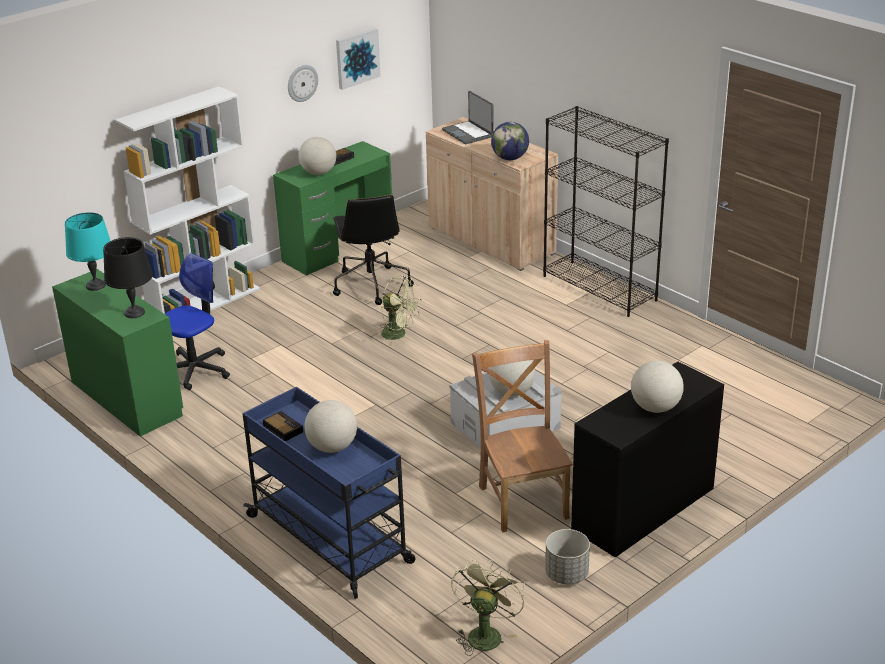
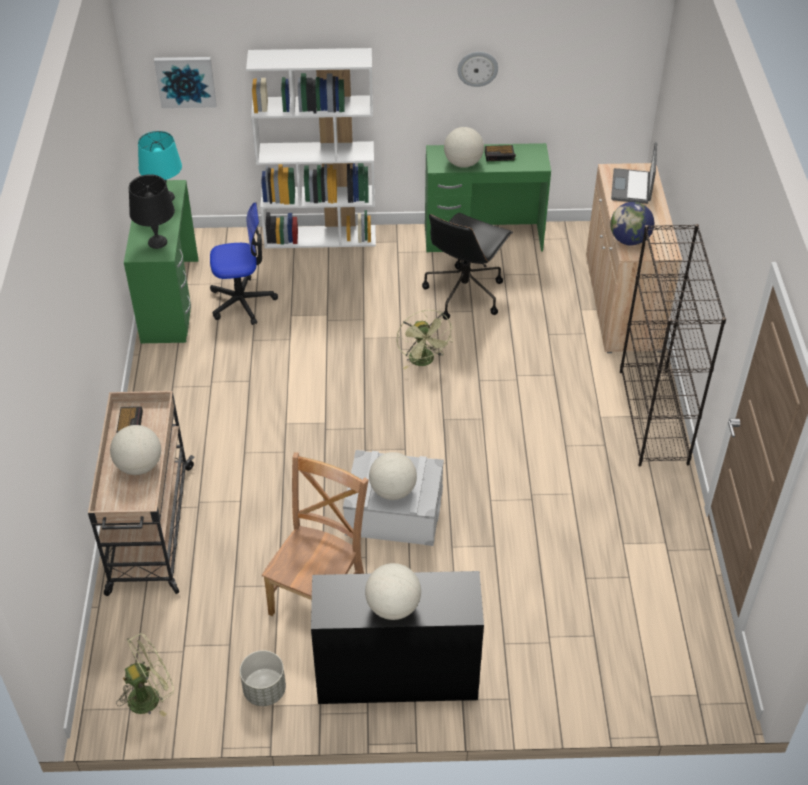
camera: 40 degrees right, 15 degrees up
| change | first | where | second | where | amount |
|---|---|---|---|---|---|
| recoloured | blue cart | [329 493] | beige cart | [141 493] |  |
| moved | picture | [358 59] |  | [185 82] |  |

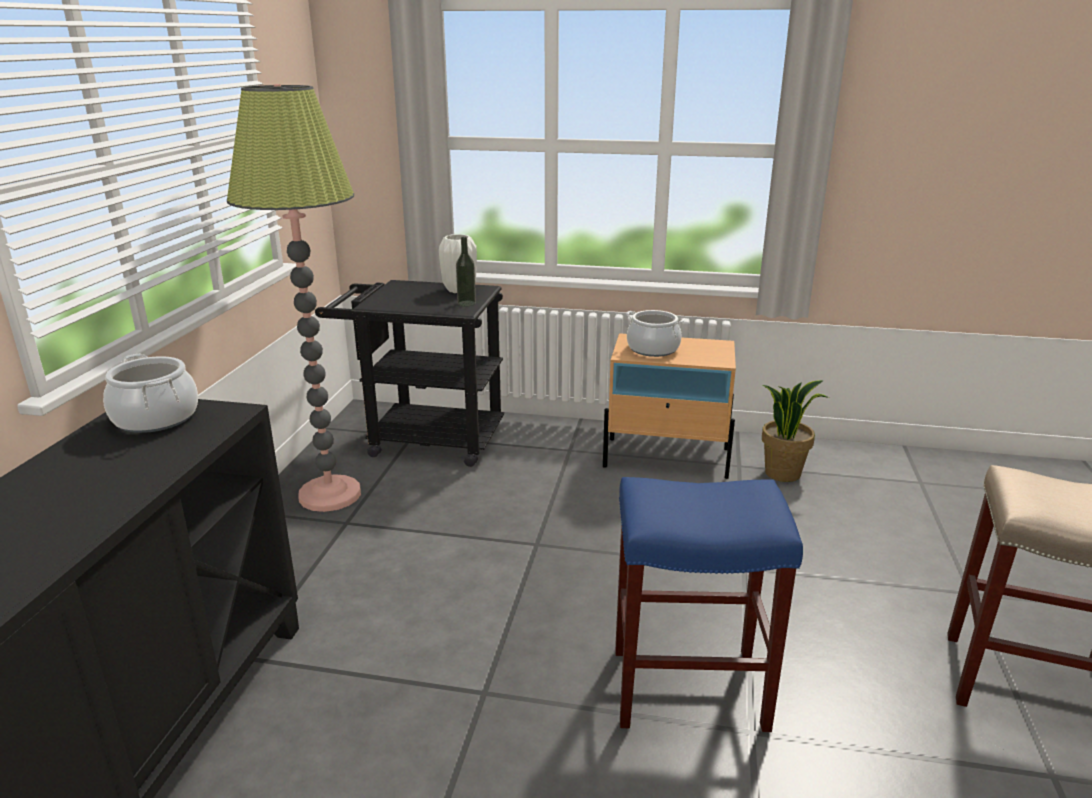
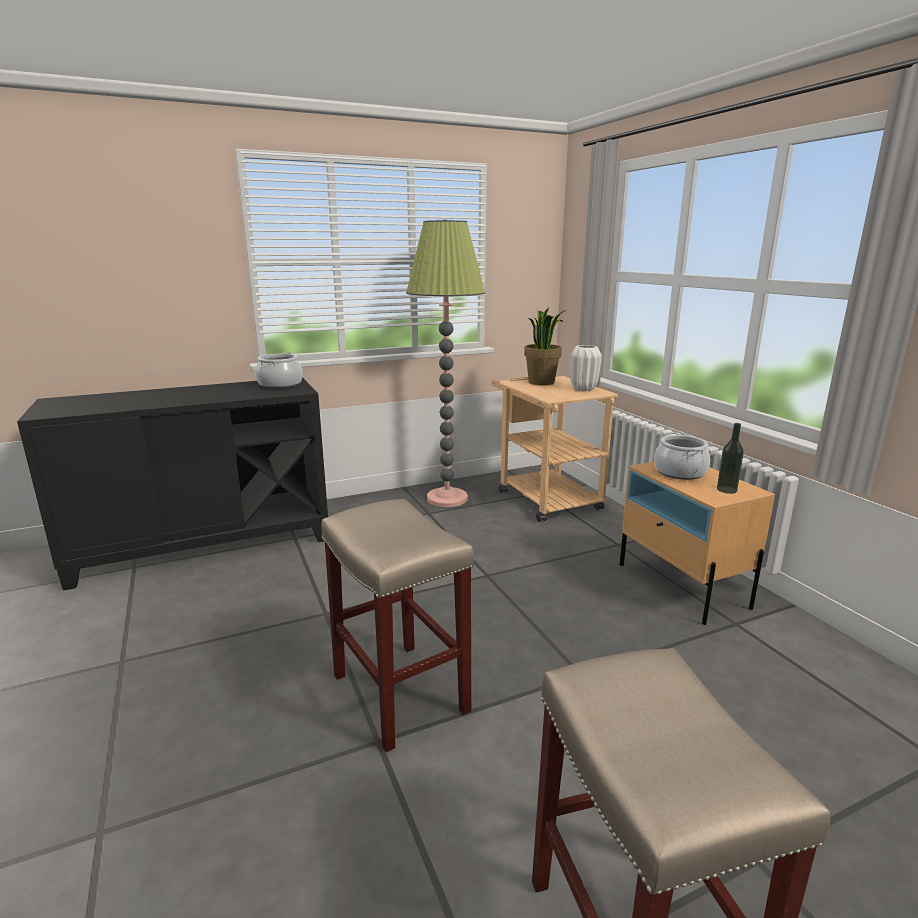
camera: 55 degrees right, 5 degrees down
| change | first | where | second | where | amount |
|---|---|---|---|---|---|
| recoloured | blue stool | [709 604] | beige stool | [397 625] |  |
| recoloured | black cart | [409 373] | beige cart | [554 449] |  |
| moved | potted plant | [795 431] |  | [545 346] |  |
| moved | bottle | [466 271] |  | [730 458] |  |

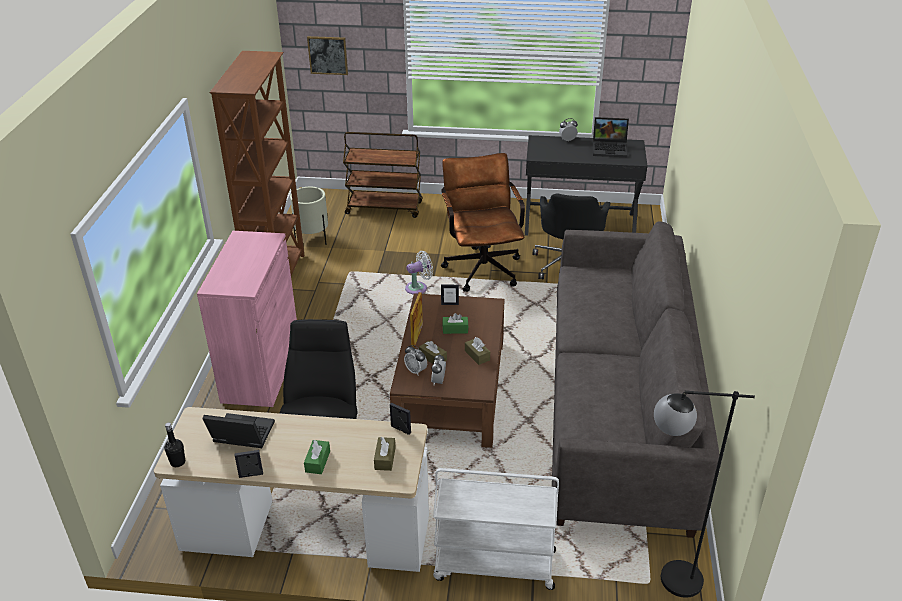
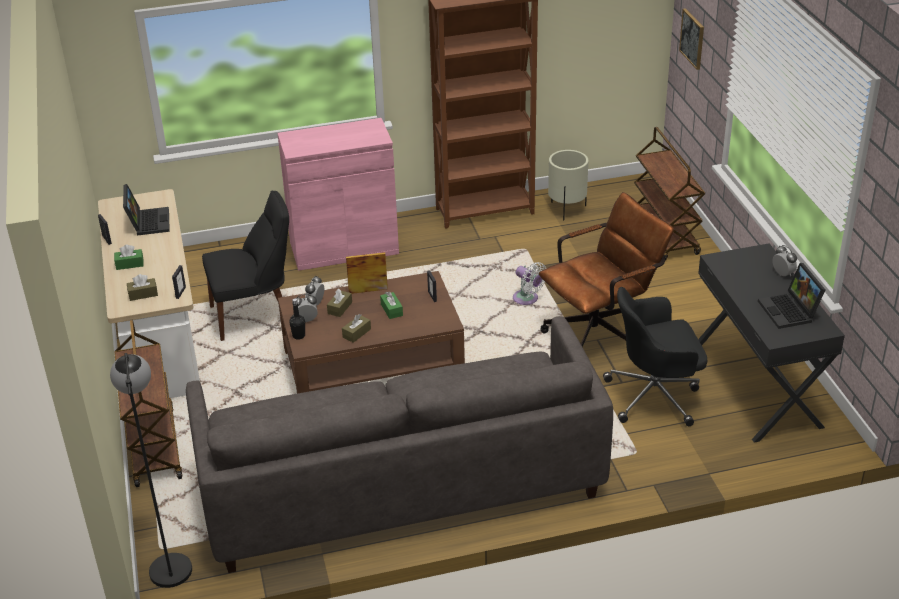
camera: 70 degrees right, 0 degrees up
| change | first | where | second | where | amount |
|---|---|---|---|---|---|
| recoloured | white cart | [496 529] | brown cart | [148 403] |  |
| moved | black bottle | [174 445] |  | [297 319] |  |

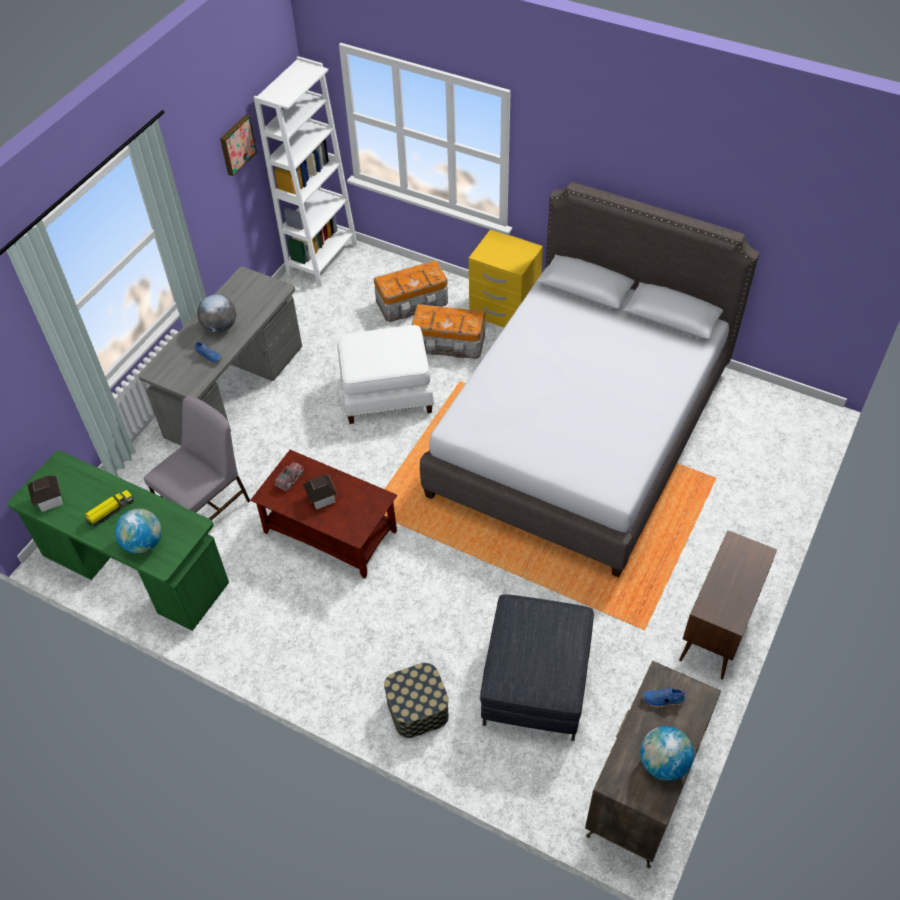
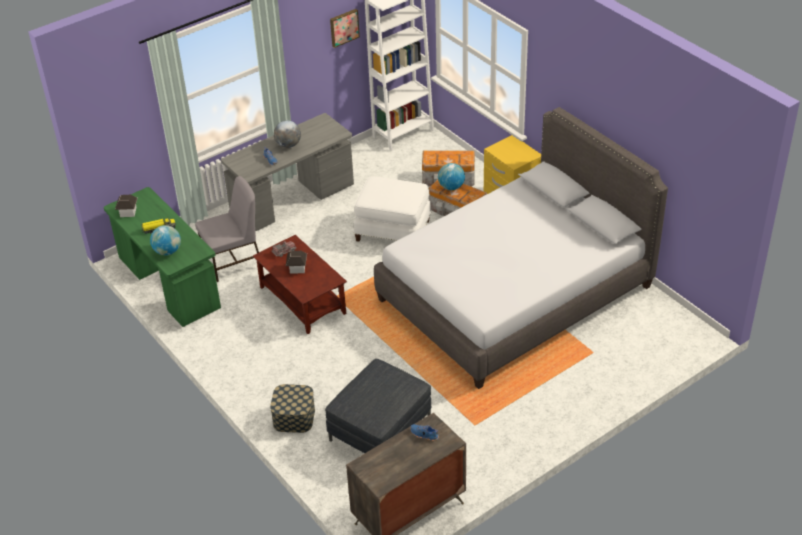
camera: 25 degrees right, 10 degrees down
| change | first | where | second | where | amount |
|---|---|---|---|---|---|
| moved | globe | [667 753] |  | [451 176] |  |
| removed | brown cabinet | [728 604] |  |  |  |

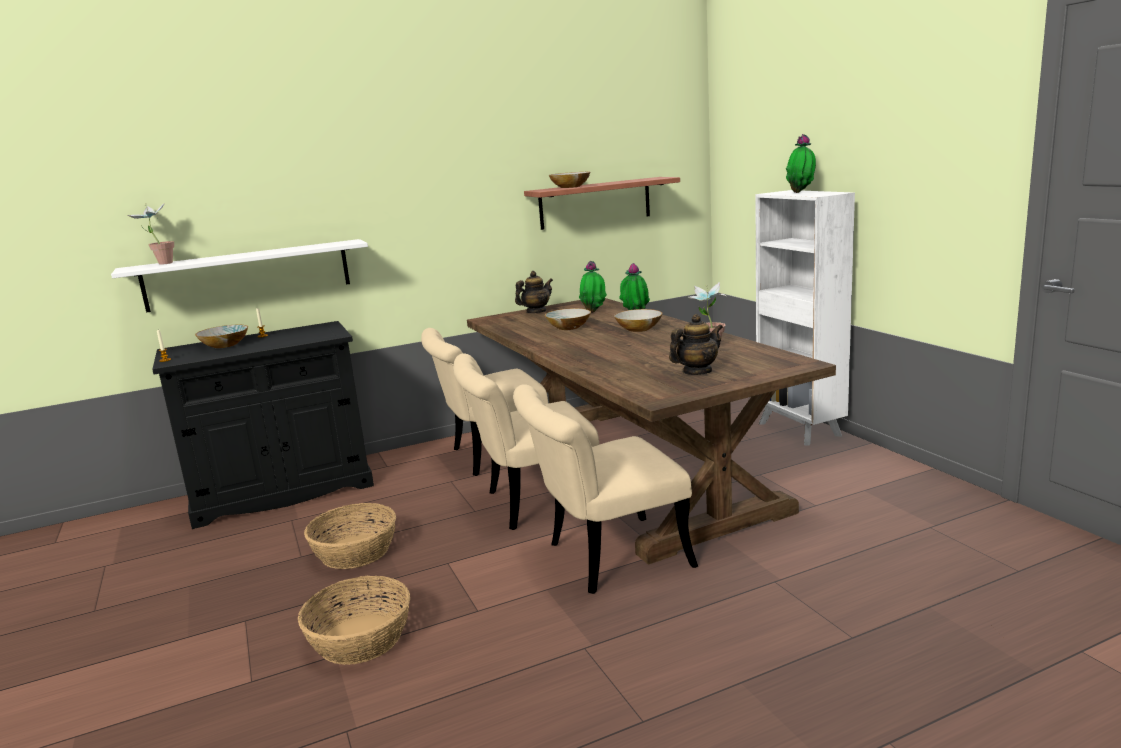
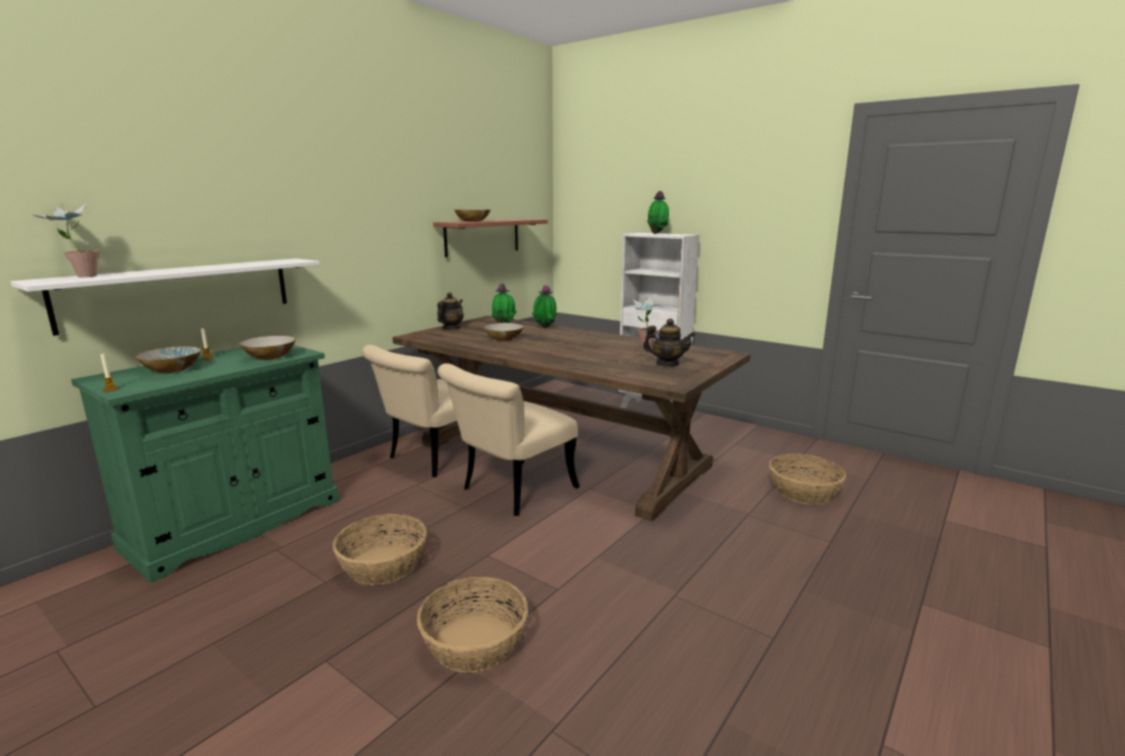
camera: 30 degrees left, 0 degrees up
| change | first | where | second | where | amount |
|---|---|---|---|---|---|
| recoloured | black cabinet | [263 425] | green cabinet | [205 464] |  |
| moved | bowl | [638 320] |  | [267 347] |  |
| turned | teapot | [696 344] |  | [669 342] | 75 degrees clockwise |
| added |  |  | basket | [807 479] |  |
| removed | beige chair | [605 489] |  |  |  |

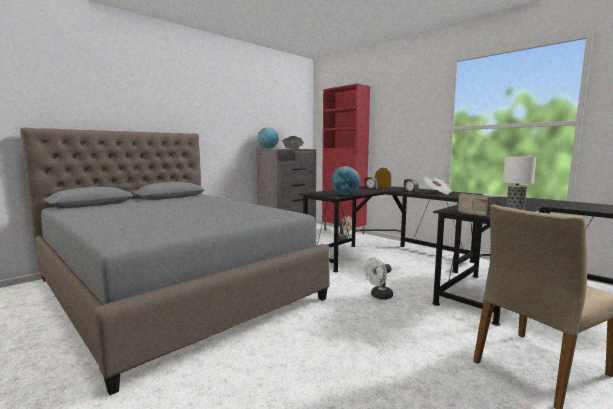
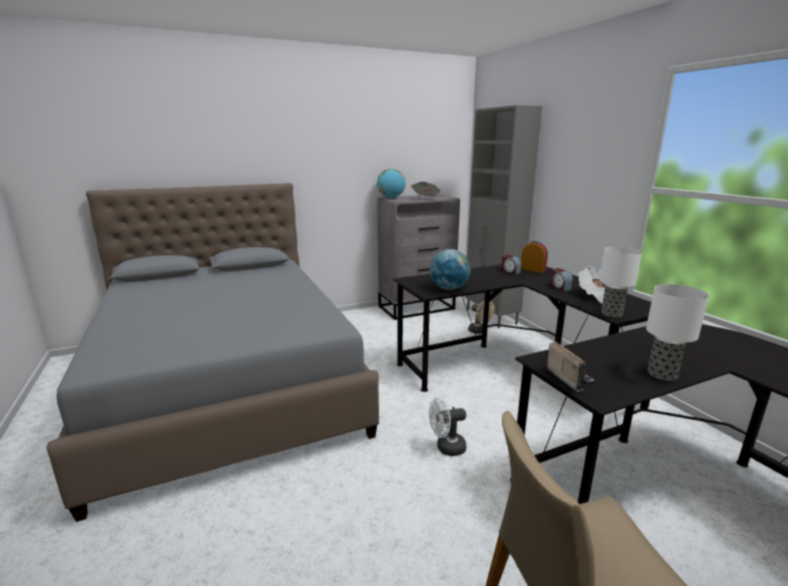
camera: 20 degrees right, 10 degrees up
| change | first | where | second | where | amount |
|---|---|---|---|---|---|
| recoloured | red cabinet | [346 159] | grey cabinet | [503 216] |  |
| added |  |  | table lamp | [620 281] |  |

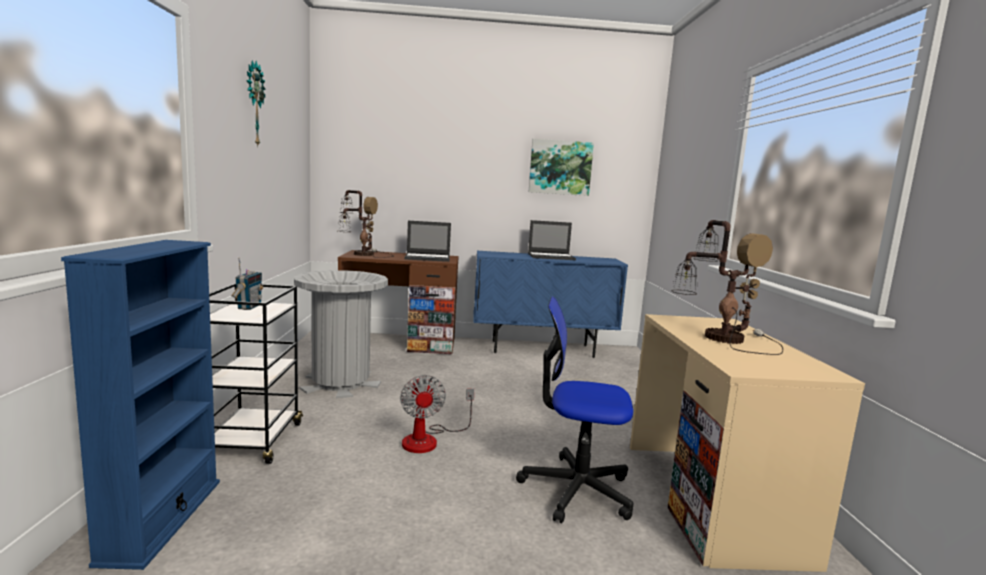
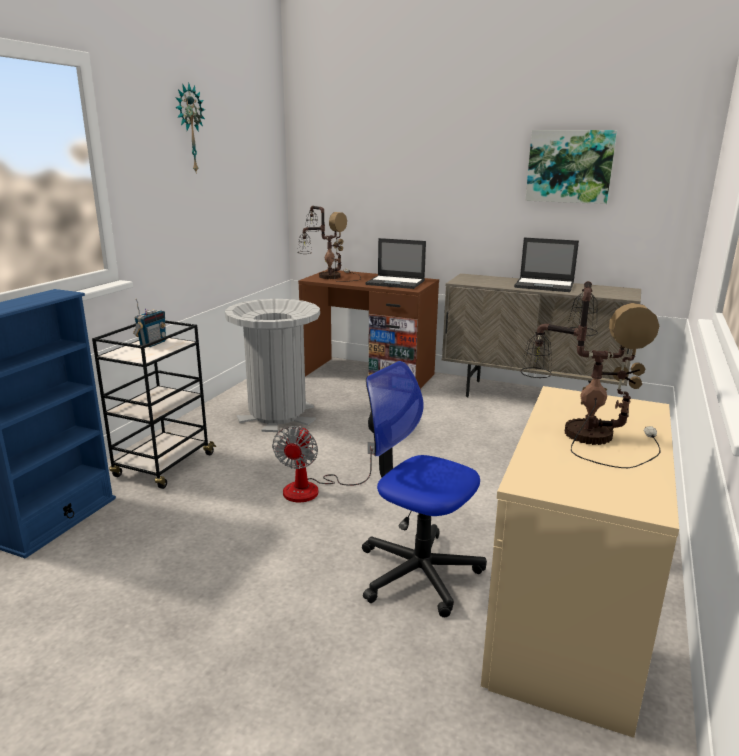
camera: 25 degrees right, 10 degrees up
| change | first | where | second | where | amount |
|---|---|---|---|---|---|
| recoloured | blue cabinet | [550 304] | beige cabinet | [541 335] |  |

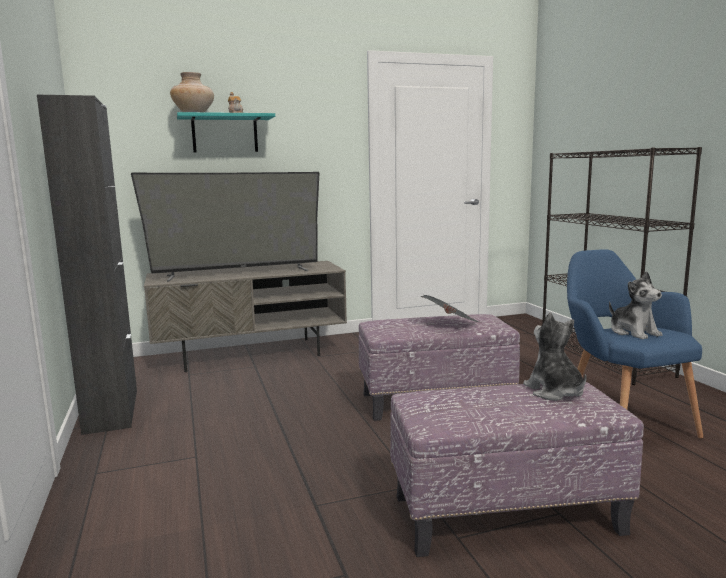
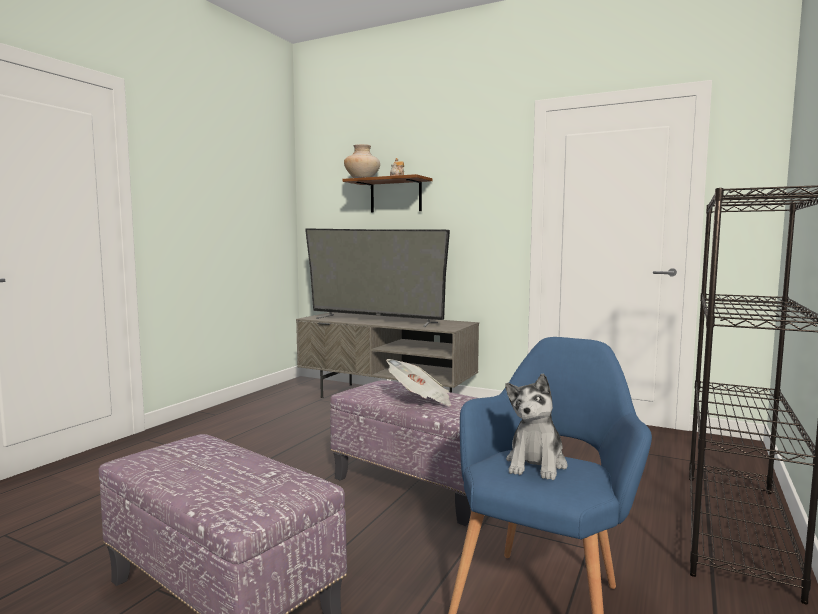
camera: 45 degrees right, 5 degrees down
| change | first | where | second | where | amount |
|---|---|---|---|---|---|
| recoloured | turquoise shelf | [226 132] | brown shelf | [387 193] |  |
| removed | black cabinet | [87 265] |  |  |  |
| removed | plush toy | [555 356] |  |  |  |

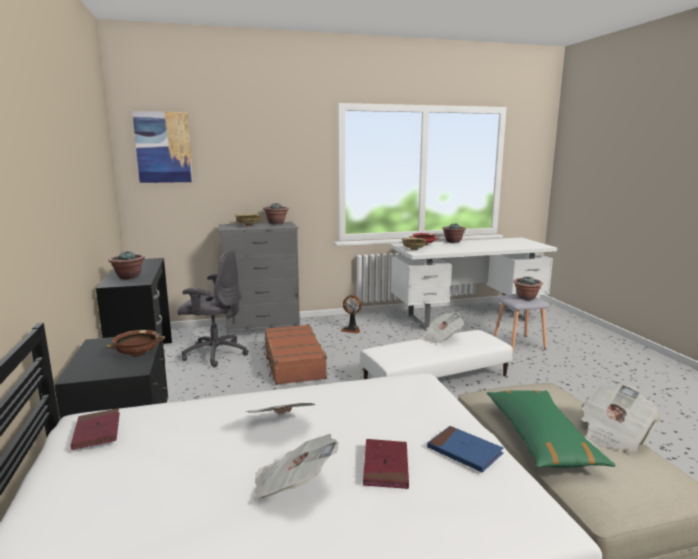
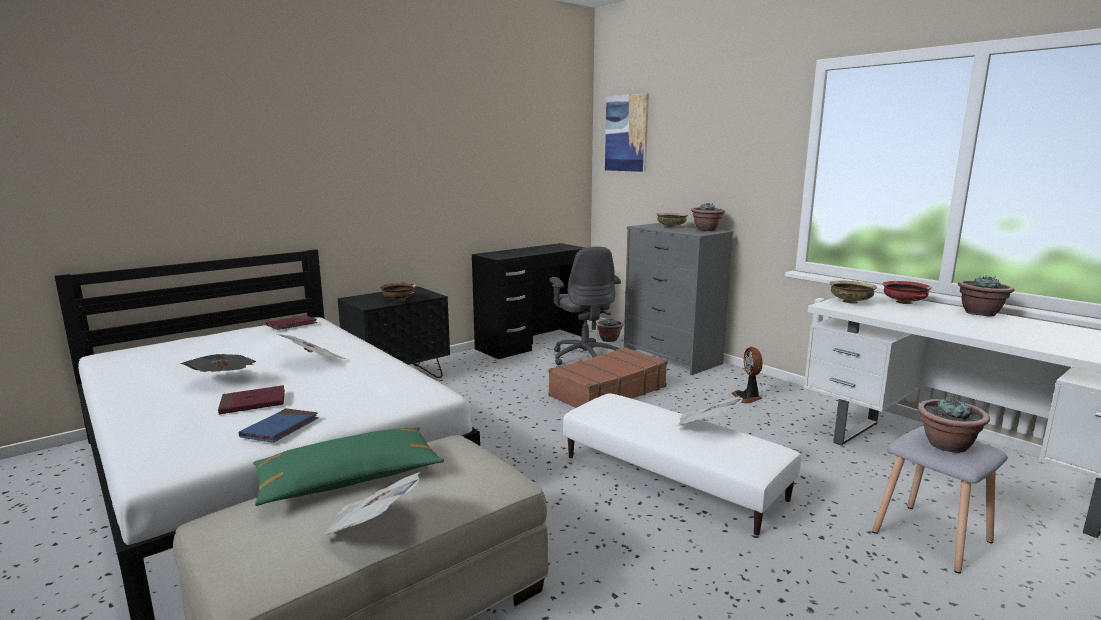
camera: 65 degrees right, 0 degrees up
| change | first | where | second | where | amount |
|---|---|---|---|---|---|
| moved | potted plant | [127 265] |  | [610 329] |  |

